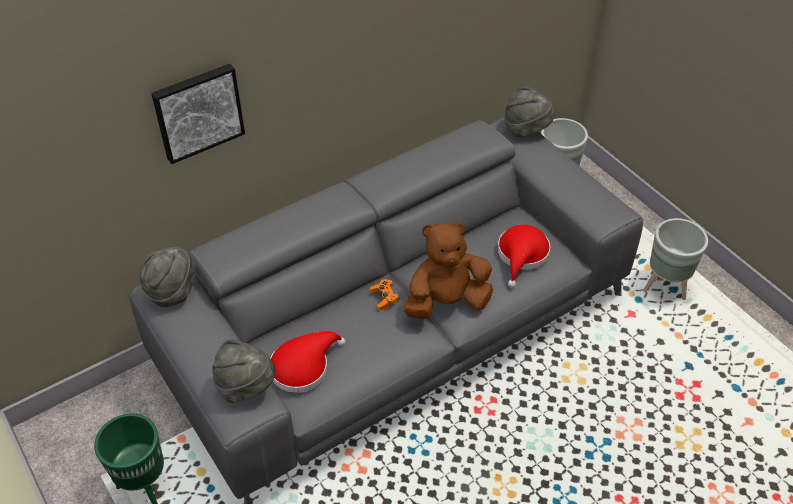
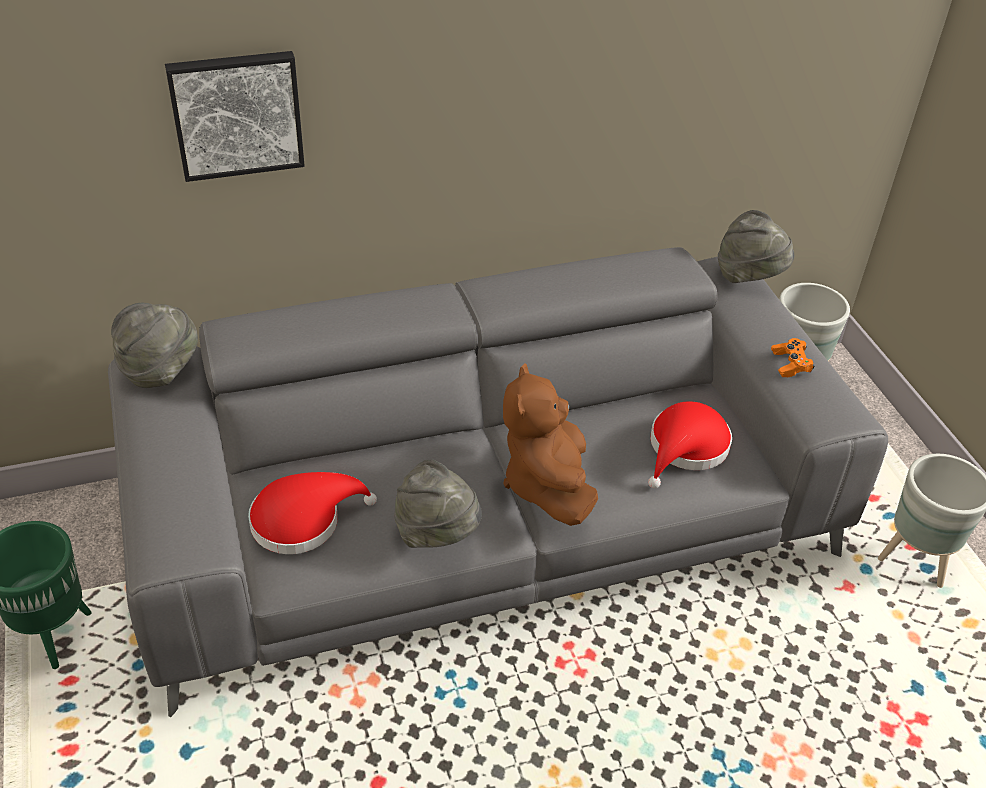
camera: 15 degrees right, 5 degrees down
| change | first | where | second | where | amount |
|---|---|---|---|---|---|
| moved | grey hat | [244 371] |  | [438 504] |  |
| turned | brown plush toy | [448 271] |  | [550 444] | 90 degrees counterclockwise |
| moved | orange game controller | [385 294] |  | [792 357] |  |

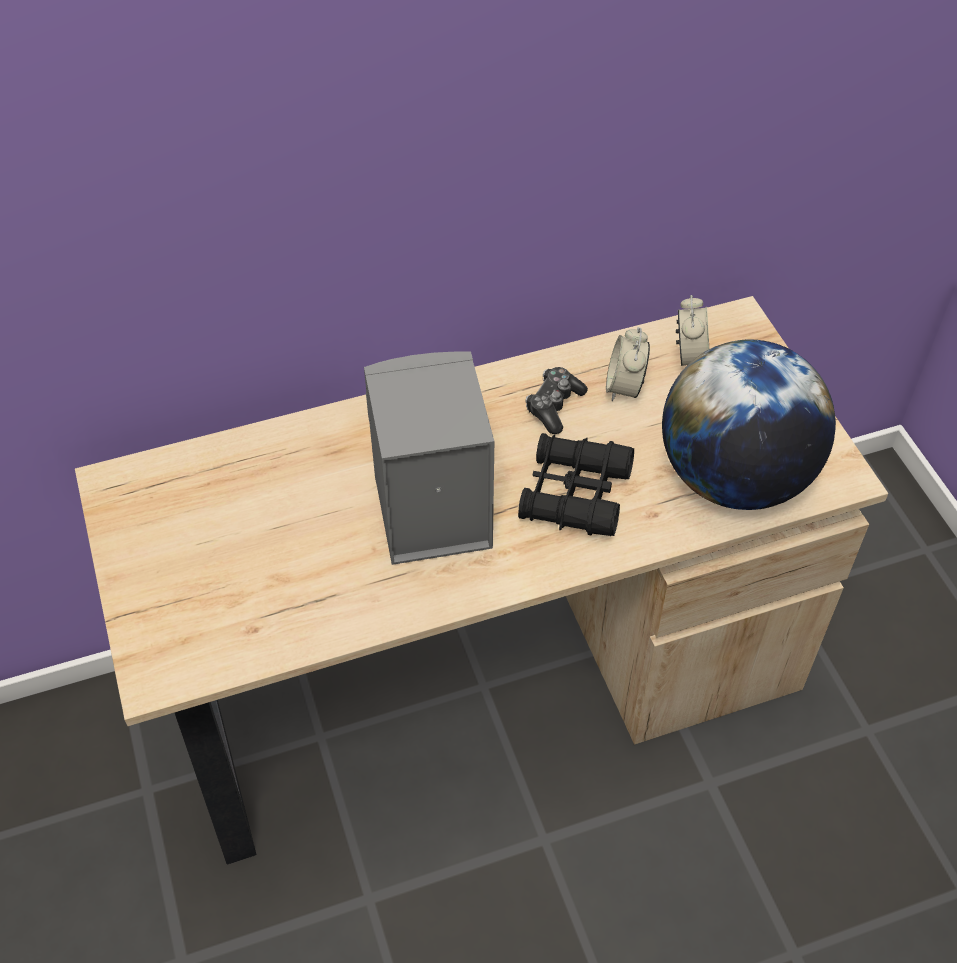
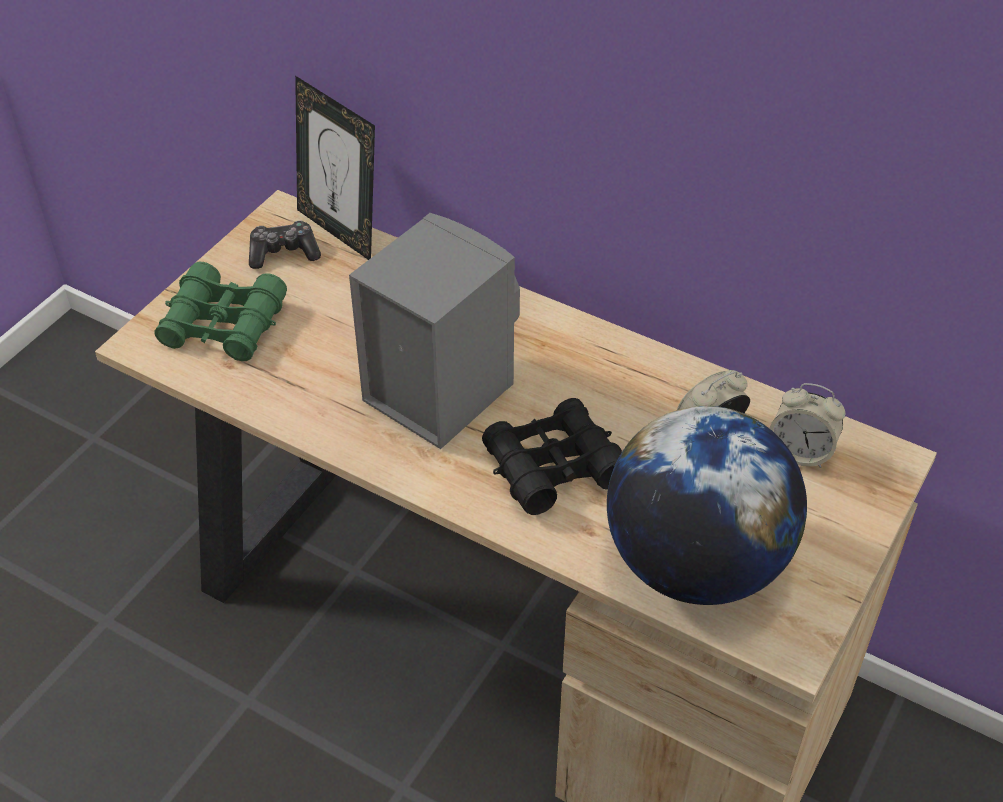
camera: 50 degrees right, 5 degrees down
| change | first | where | second | where | amount |
|---|---|---|---|---|---|
| added |  |  | green binoculars | [220 311] |  |
| moved | game controller | [556 400] |  | [285 244] |  |
| added |  |  | picture frame | [335 168] |  |
| turned | alarm clock | [692 330] |  | [807 425] | 60 degrees clockwise |

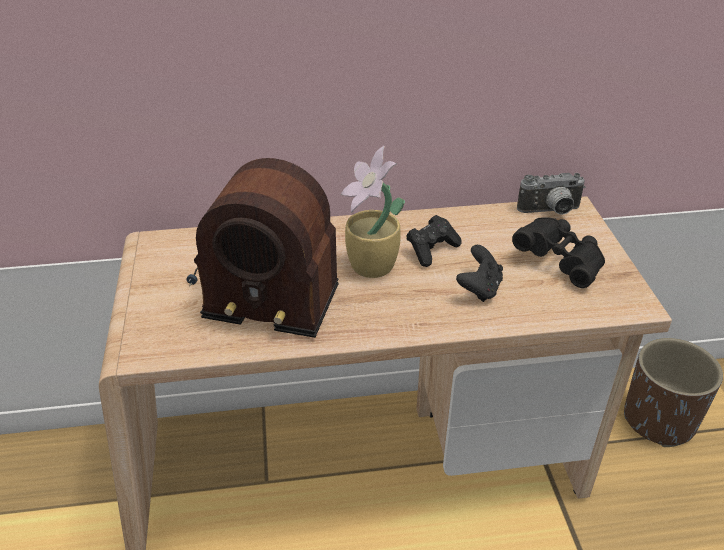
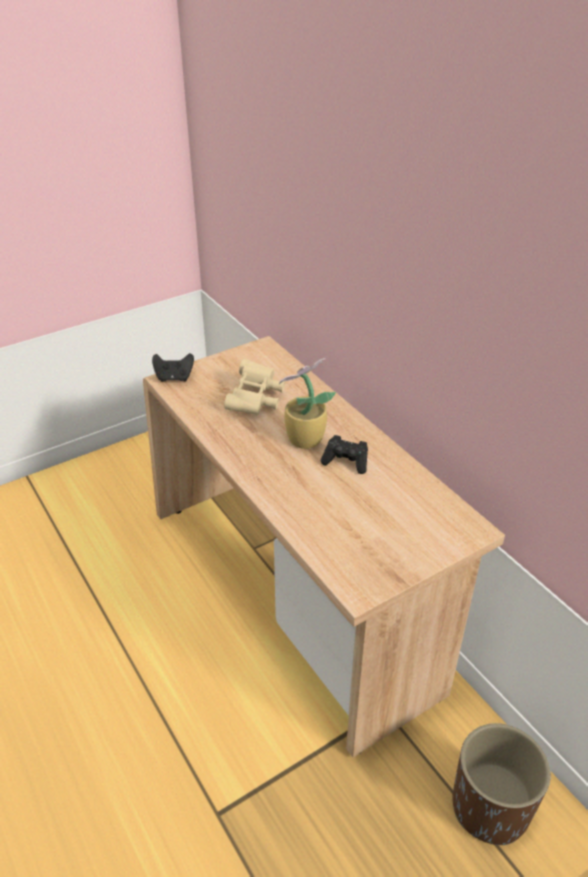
camera: 65 degrees right, 0 degrees up
| change | first | where | second | where | amount |
|---|---|---|---|---|---|
| moved | black game controller | [479 273] |  | [173 367] |  |
| replaced | radio | [262 248] | beige binoculars | [254 387] |  |
| removed | black binoculars | [558 253] |  |  |  |
| removed | photo camera | [551 194] |  |  |  |

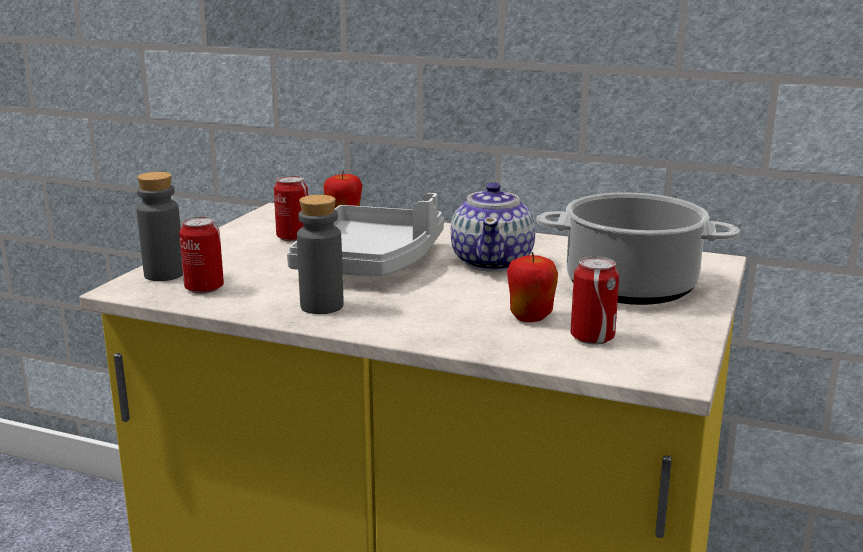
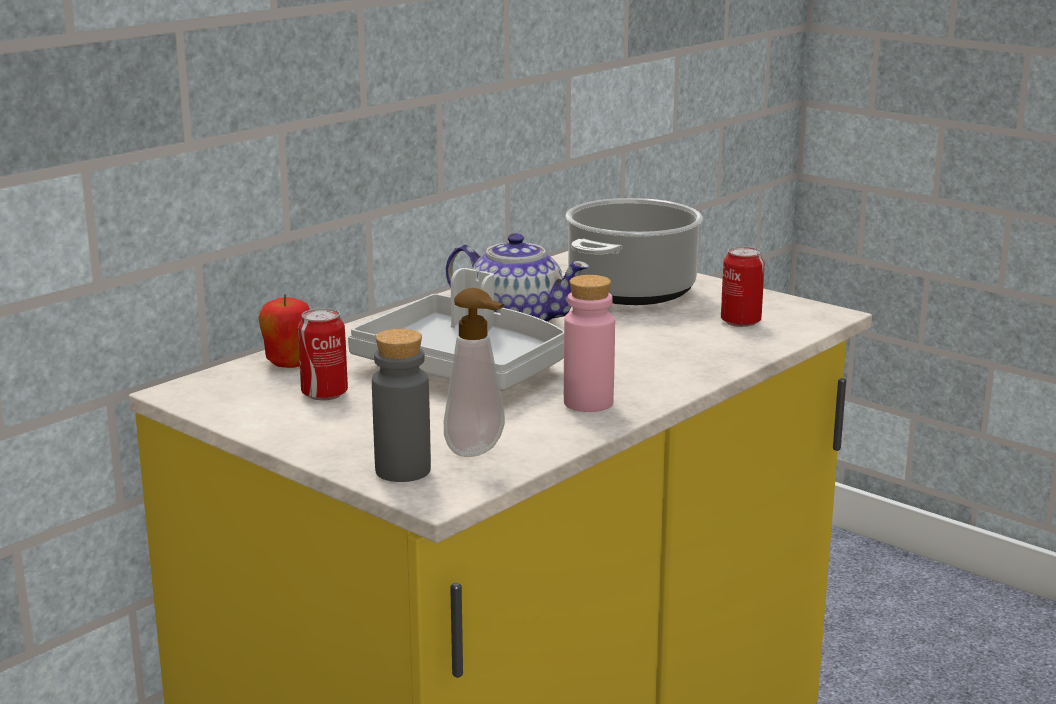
camera: 70 degrees left, 0 degrees up
| change | first | where | second | where | amount |
|---|---|---|---|---|---|
| replaced | can | [201 255] | soap dispenser | [474 372] |  |
| recoloured | grey bottle | [320 254] | pink bottle | [589 343] |  |
| removed | apple | [532 287] |  |  |  |

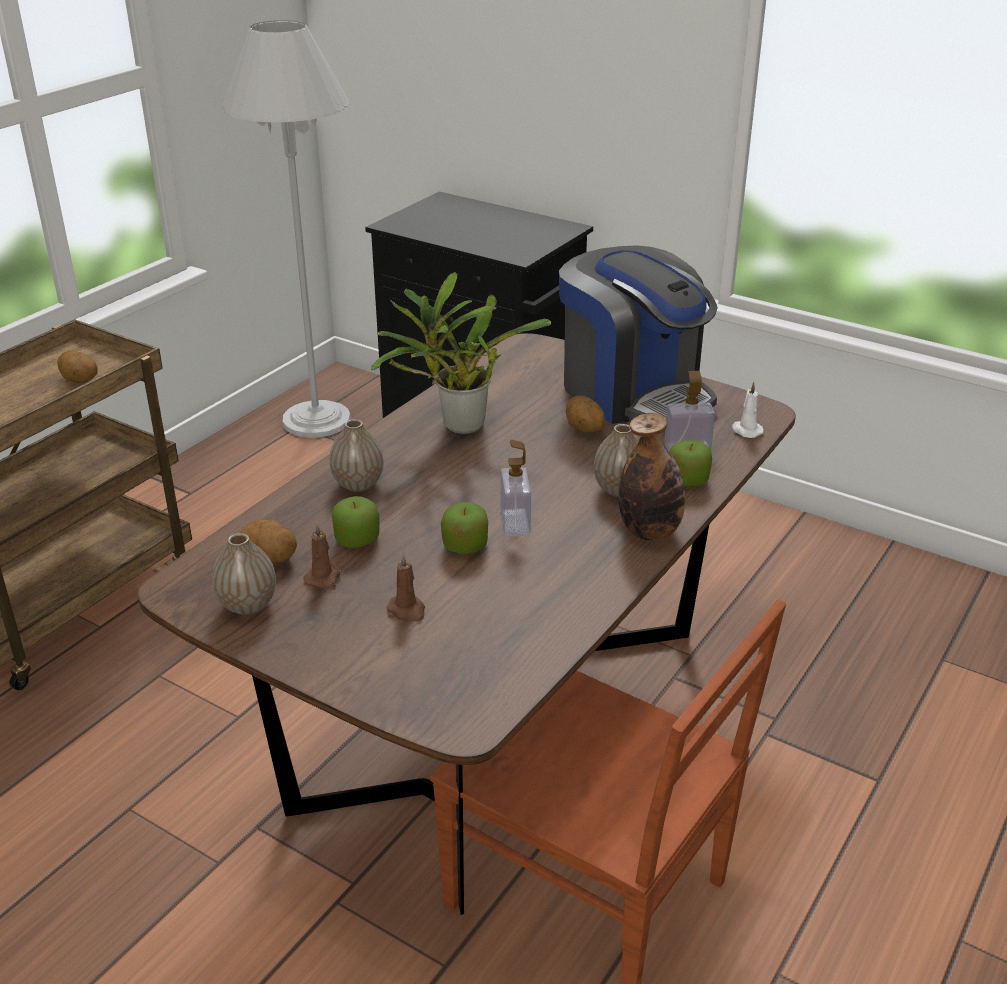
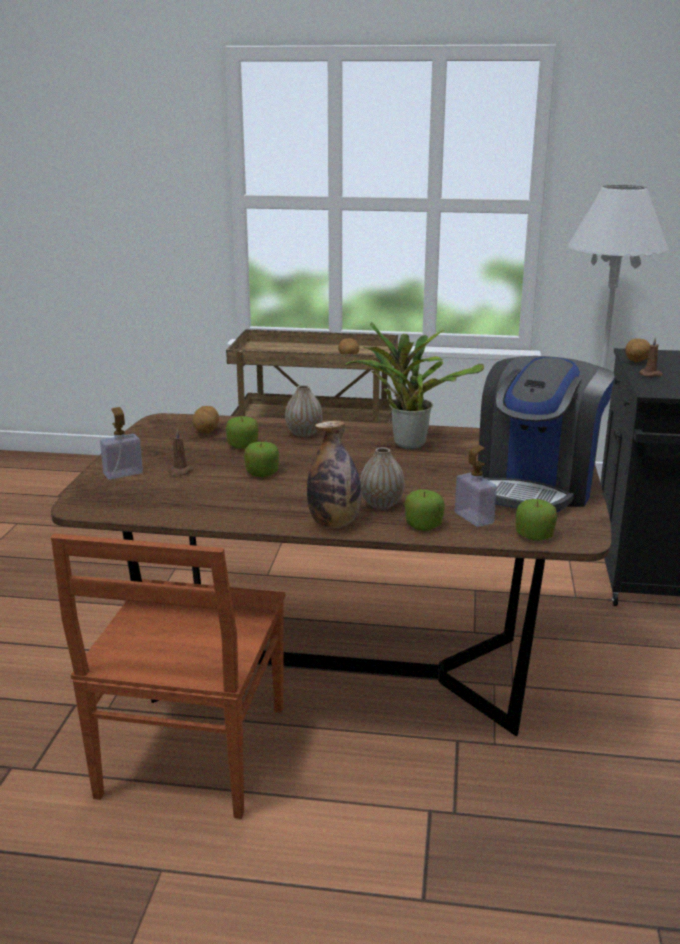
camera: 65 degrees right, 10 degrees down
| change | first | where | second | where | amount |
|---|---|---|---|---|---|
| moved | soap dispenser | [516 488] |  | [121 443] |  |
| replaced | white candle | [748 410] | apple | [536 520] |  |
| moved | potato | [585 414] |  | [637 350] |  |
| moved | brown candle | [321 555] |  | [651 357] |  |
| removed | vase | [244 574] |  |  |  |

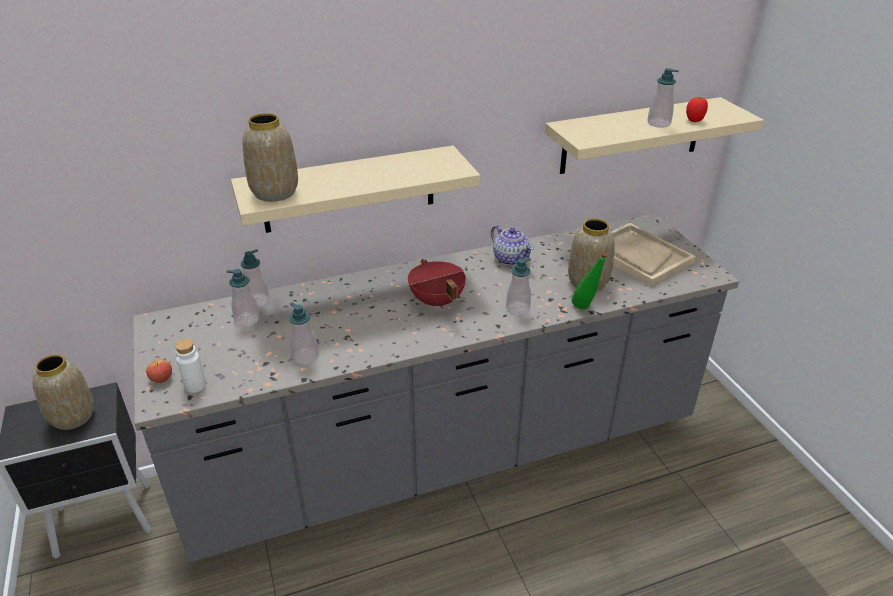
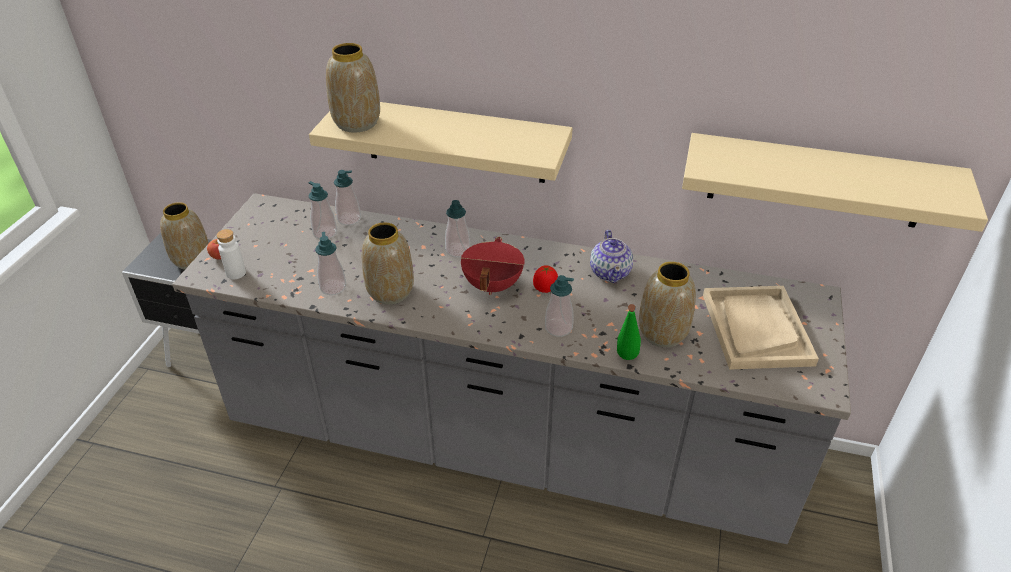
camera: 35 degrees right, 5 degrees up
| change | first | where | second | where | amount |
|---|---|---|---|---|---|
| added |  |  | vase | [388 264] |  |
| moved | soap dispenser | [663 98] |  | [457 228] |  |
| moved | tomato | [697 109] |  | [545 279] |  |

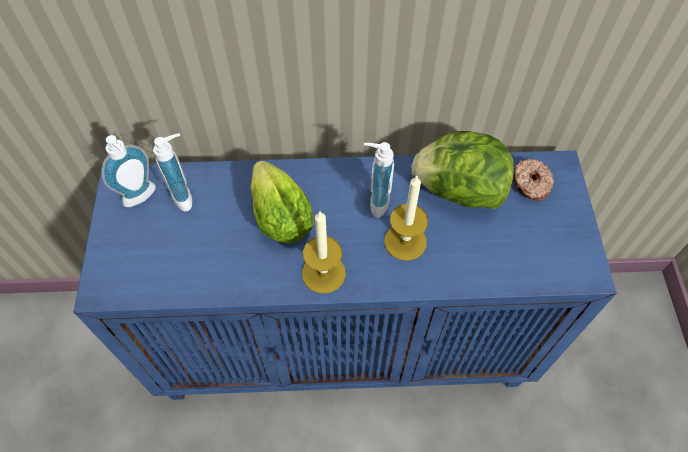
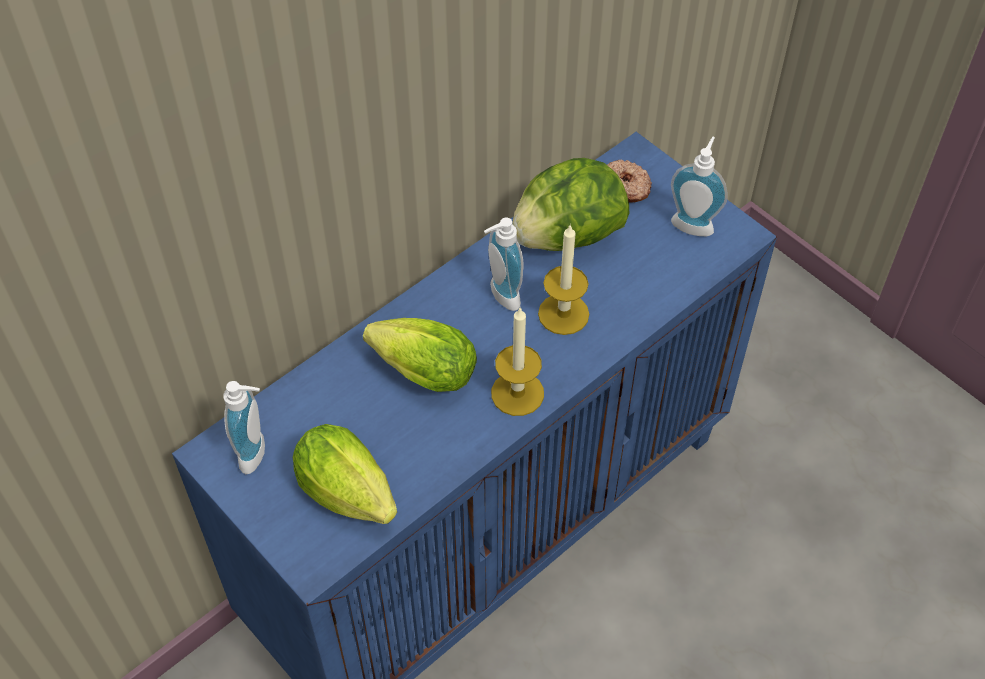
camera: 40 degrees left, 5 degrees down
| change | first | where | second | where | amount |
|---|---|---|---|---|---|
| added |  |  | lettuce | [345 474] |  |
| moved | soap dispenser | [172 172] |  | [699 186] |  |

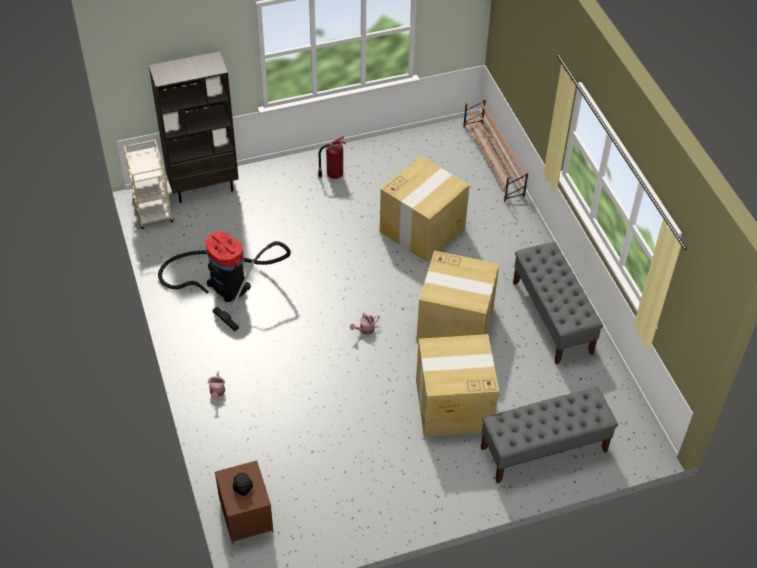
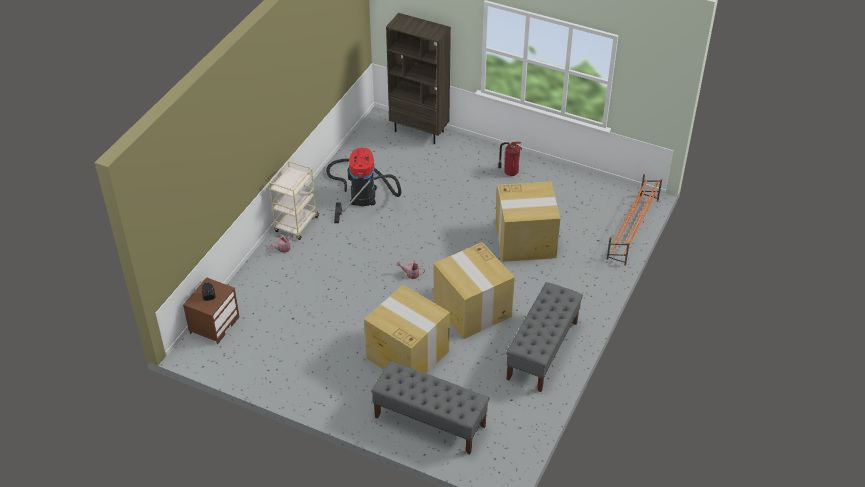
camera: 45 degrees right, 5 degrees down
| change | first | where | second | where | amount |
|---|---|---|---|---|---|
| moved | beige cart | [149 184] |  | [294 200] |  |

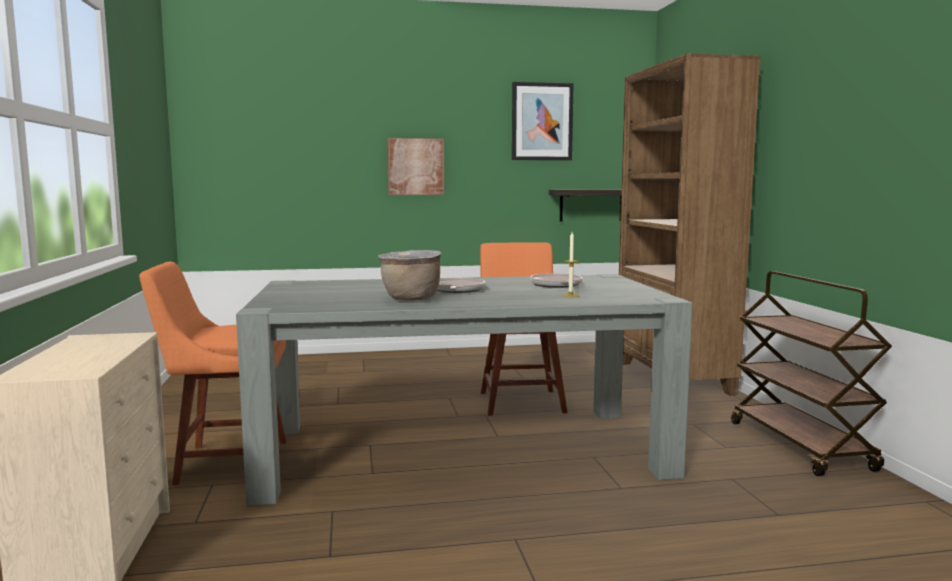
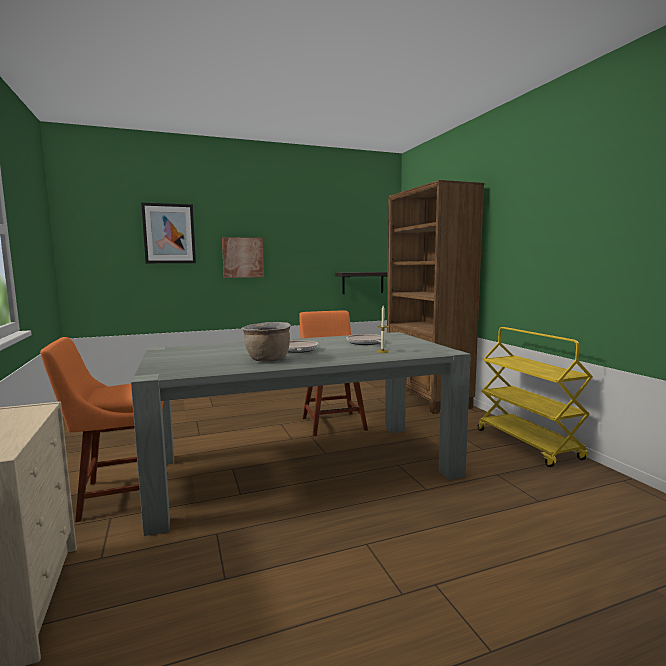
camera: 10 degrees left, 0 degrees up
| change | first | where | second | where | amount |
|---|---|---|---|---|---|
| moved | picture | [543 121] |  | [168 232] |  |
| recoloured | brown cart | [811 373] | yellow cart | [535 397] |  |

